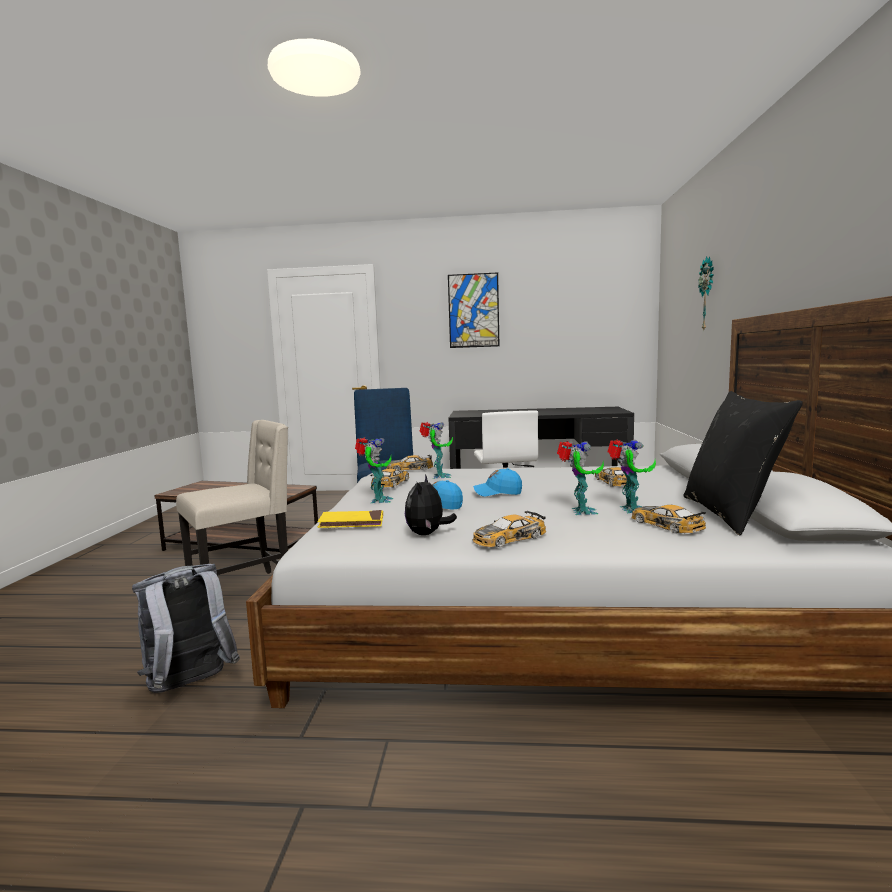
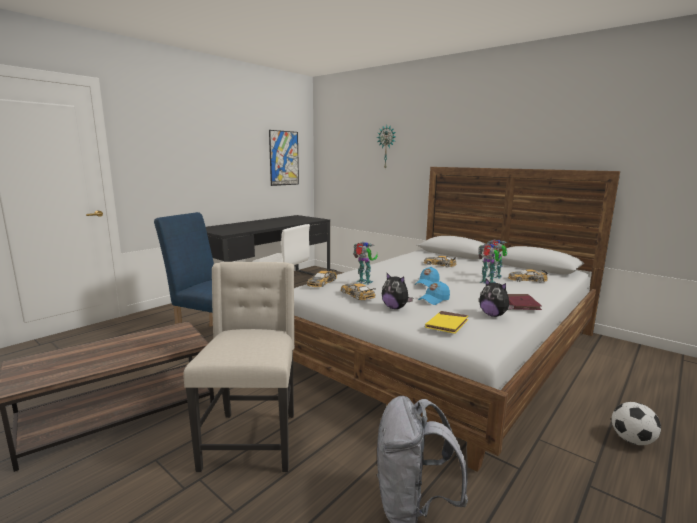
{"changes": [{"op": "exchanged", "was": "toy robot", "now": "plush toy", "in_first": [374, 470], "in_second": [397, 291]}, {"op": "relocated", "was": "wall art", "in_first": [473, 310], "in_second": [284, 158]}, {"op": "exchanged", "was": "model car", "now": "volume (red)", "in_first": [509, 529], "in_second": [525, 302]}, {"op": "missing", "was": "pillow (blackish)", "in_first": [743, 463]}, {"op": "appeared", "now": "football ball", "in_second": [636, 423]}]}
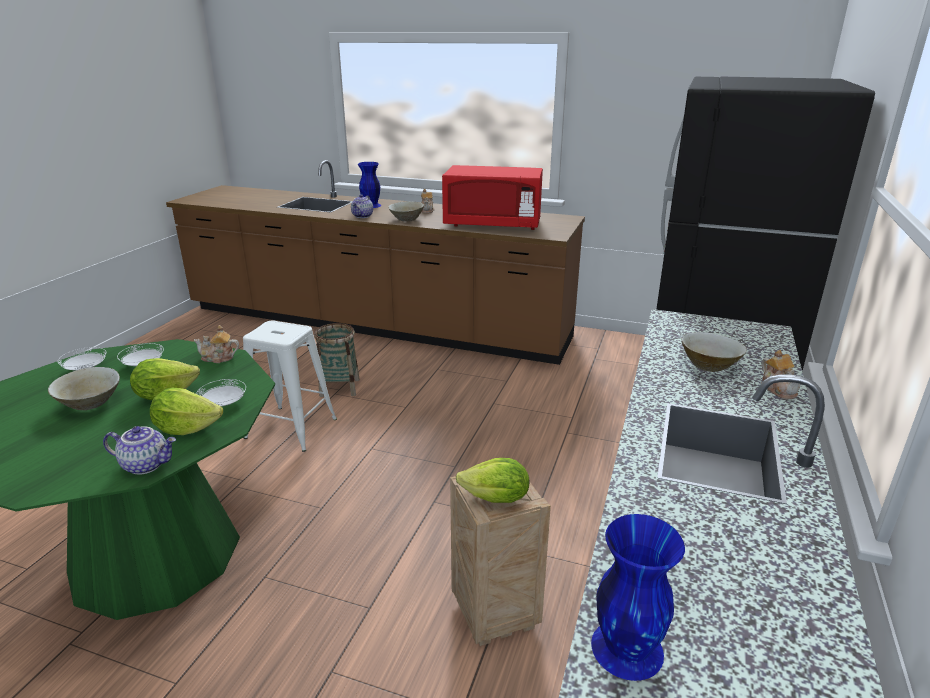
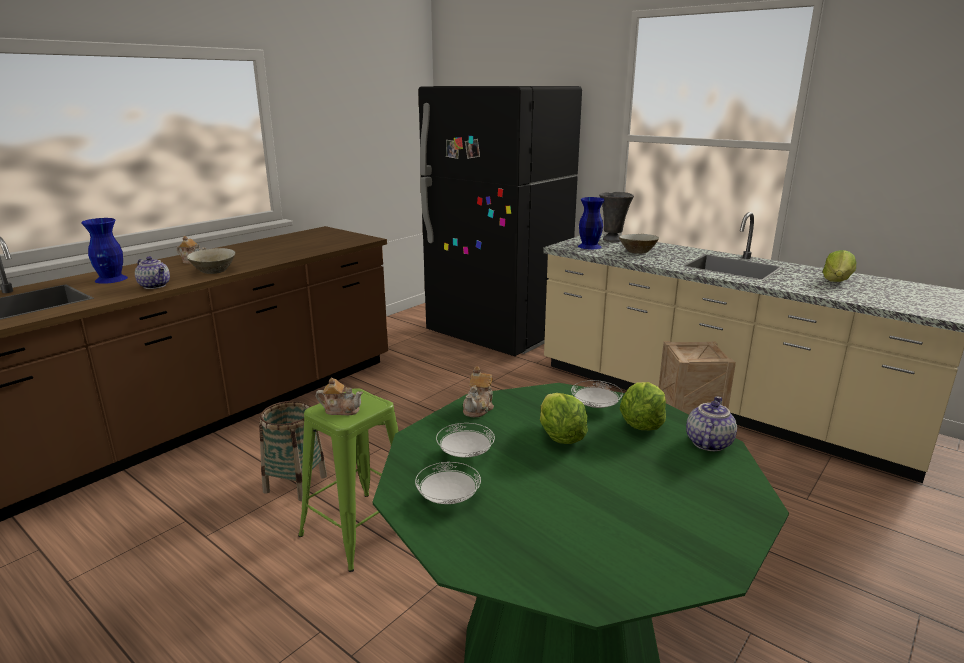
{"changes": [{"op": "missing", "was": "deep dish (beige-coloured)", "in_first": [84, 388]}, {"op": "colour", "was": "sitting stool (white)", "now": "sitting stool (green-coloured)", "in_first": [290, 386], "in_second": [348, 480]}, {"op": "missing", "was": "microwave (red)", "in_first": [492, 197]}, {"op": "relocated", "was": "lettuce", "in_first": [492, 480], "in_second": [839, 266]}, {"op": "relocated", "was": "flower vase (blue-coloured)", "in_first": [638, 597], "in_second": [591, 223]}, {"op": "relocated", "was": "tea pot", "in_first": [781, 374], "in_second": [339, 396]}, {"op": "appeared", "now": "flower vase (grey)", "in_second": [616, 217]}]}
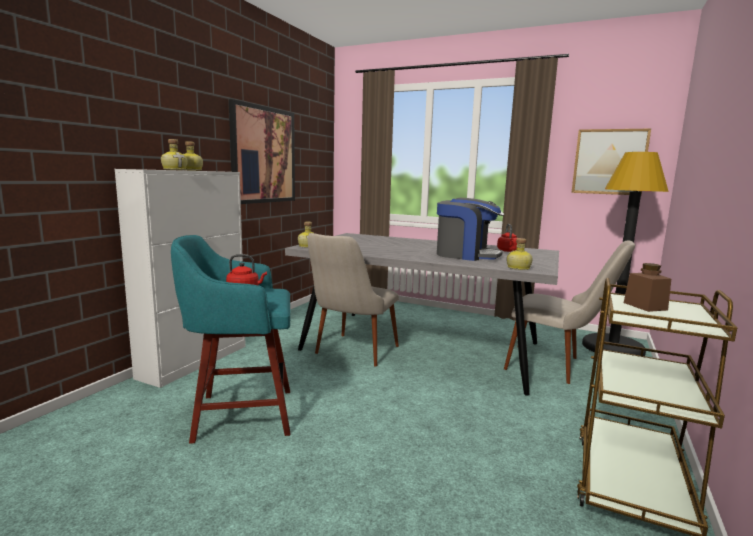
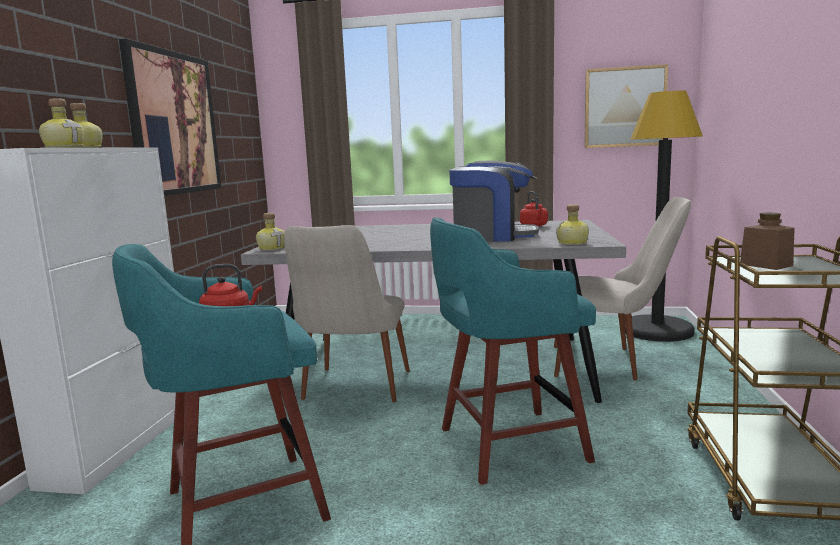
{"changes": [{"op": "appeared", "now": "sitting stool (blue-green)", "in_second": [513, 351]}]}
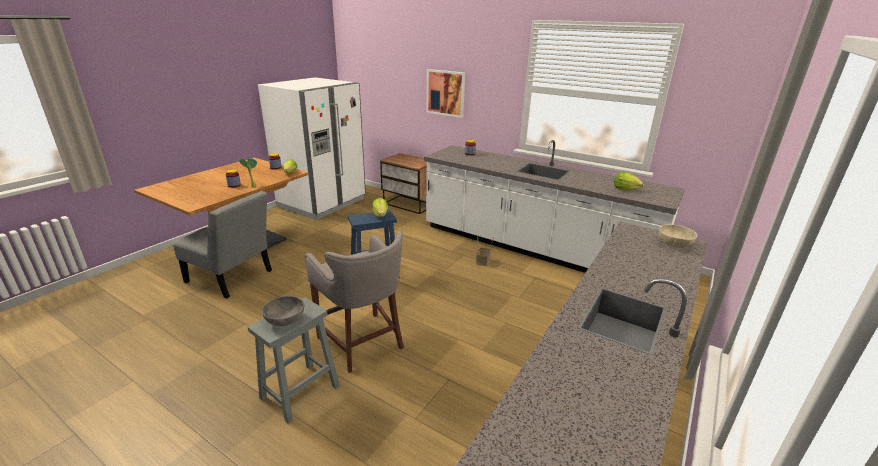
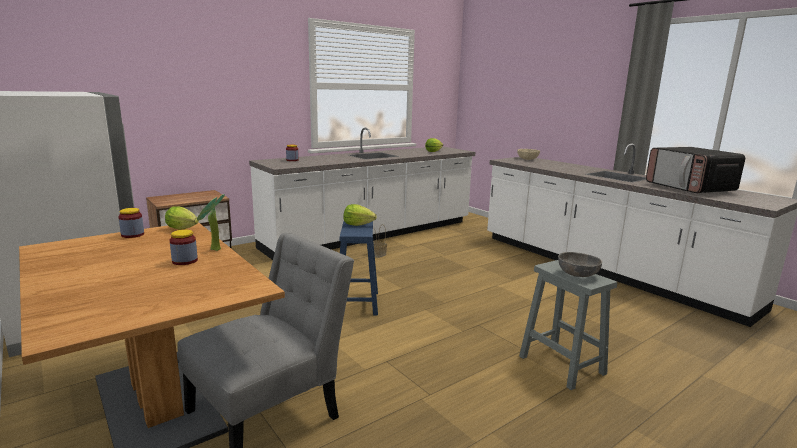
{"changes": [{"op": "missing", "was": "sitting stool (grey)", "in_first": [354, 302]}, {"op": "missing", "was": "wall art", "in_first": [445, 93]}, {"op": "appeared", "now": "microwave", "in_second": [695, 170]}]}
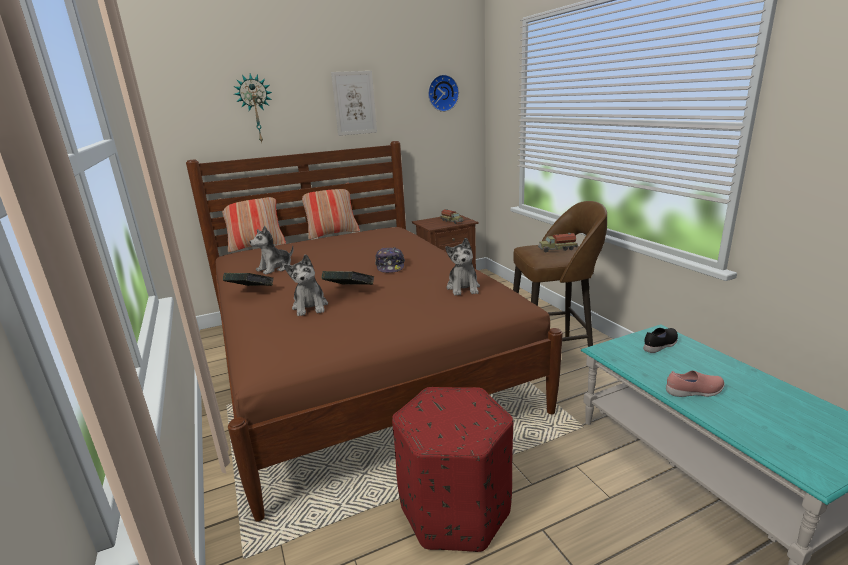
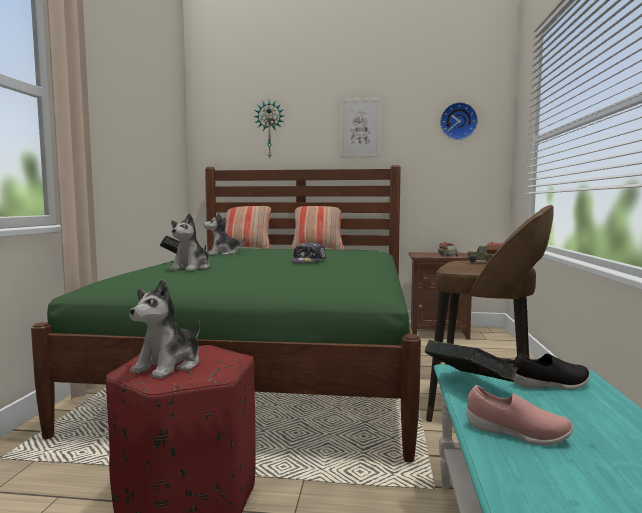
{"changes": [{"op": "colour", "was": "bedroom bed (brownish)", "now": "bedroom bed (green-coloured)", "in_first": [374, 331], "in_second": [226, 313]}, {"op": "relocated", "was": "volume", "in_first": [347, 278], "in_second": [471, 361]}, {"op": "relocated", "was": "plush toy", "in_first": [462, 267], "in_second": [164, 329]}]}
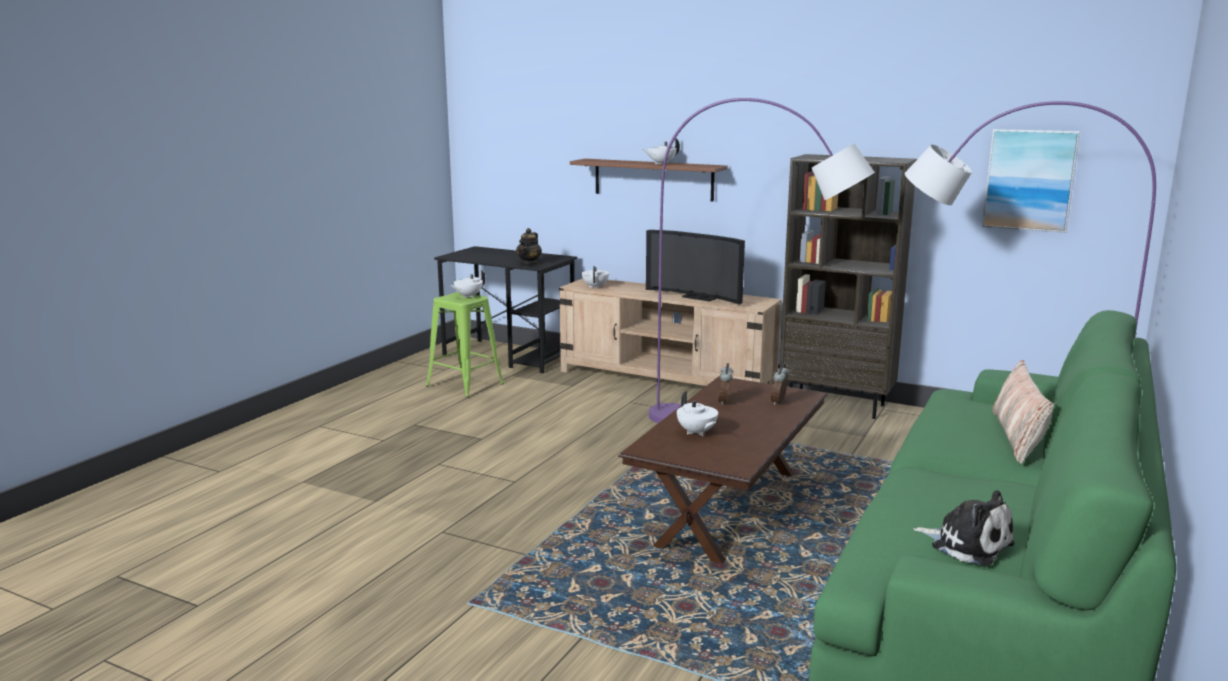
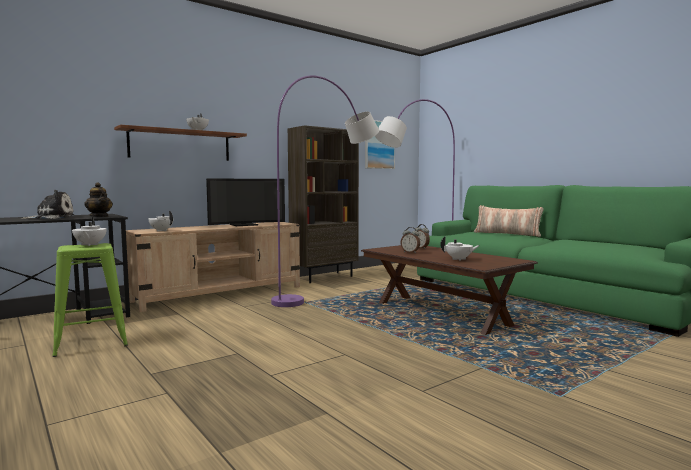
{"changes": [{"op": "relocated", "was": "plush toy", "in_first": [963, 528], "in_second": [47, 204]}]}
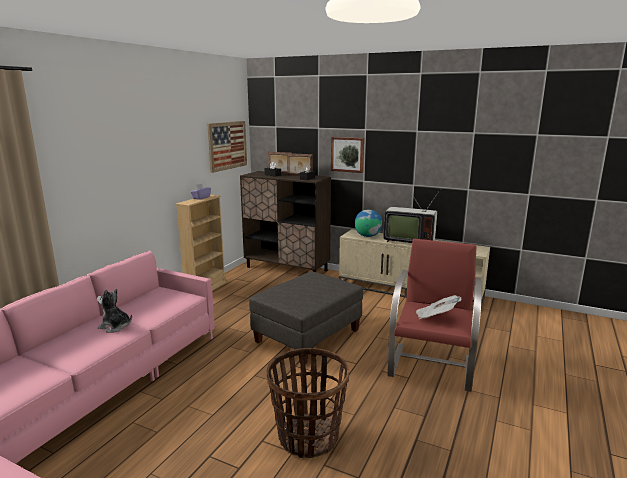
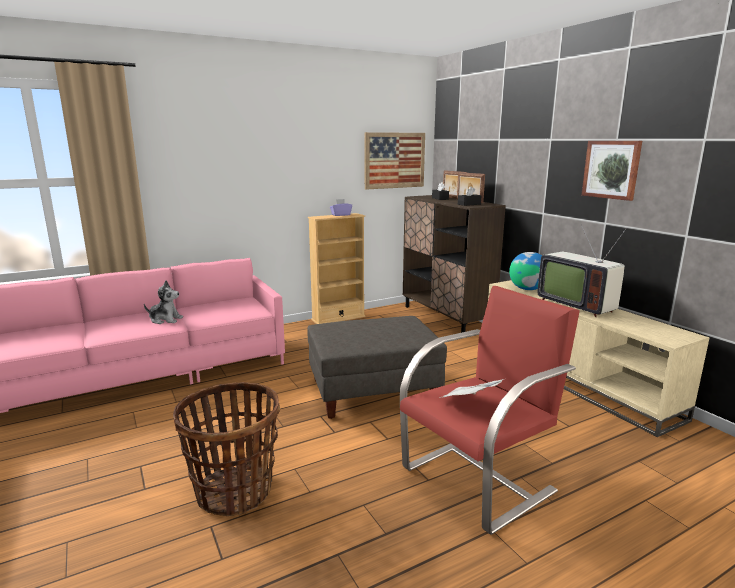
{"changes": [{"op": "spun", "was": "plush toy", "in_first": [114, 311], "in_second": [163, 302], "clockwise": 135}, {"op": "relocated", "was": "wall art", "in_first": [347, 155], "in_second": [611, 171]}]}
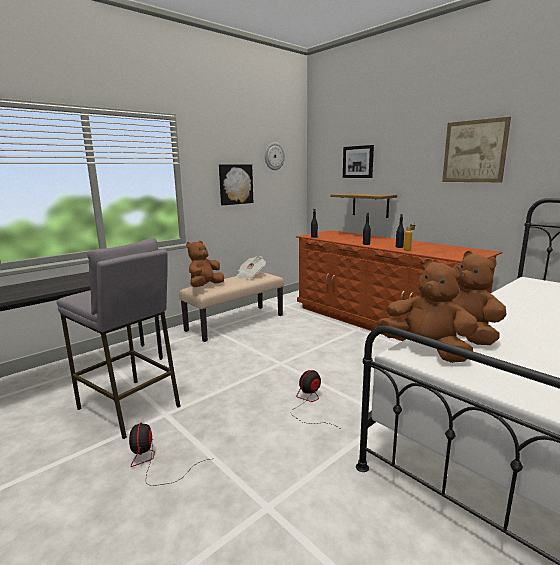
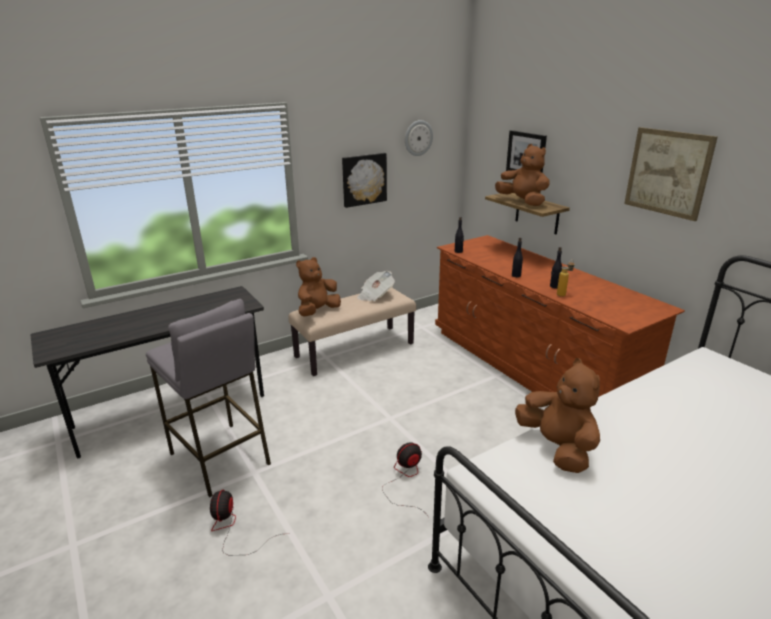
{"changes": [{"op": "relocated", "was": "plush toy (brownish)", "in_first": [428, 311], "in_second": [522, 175]}]}
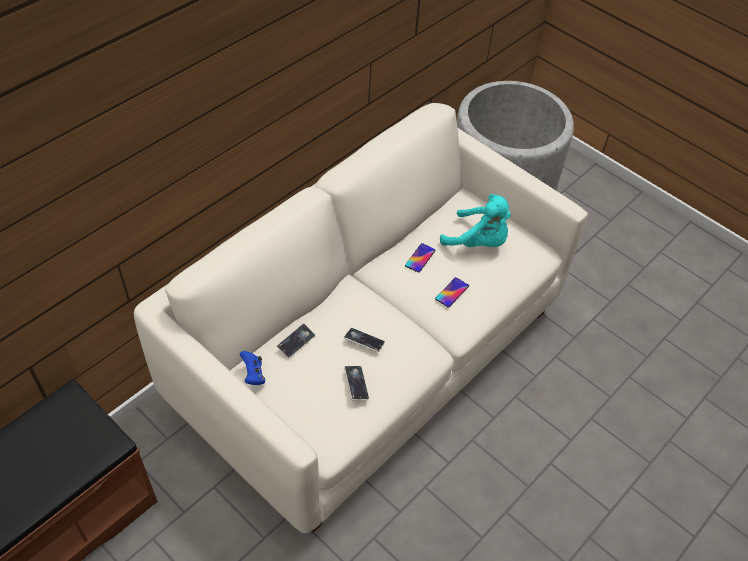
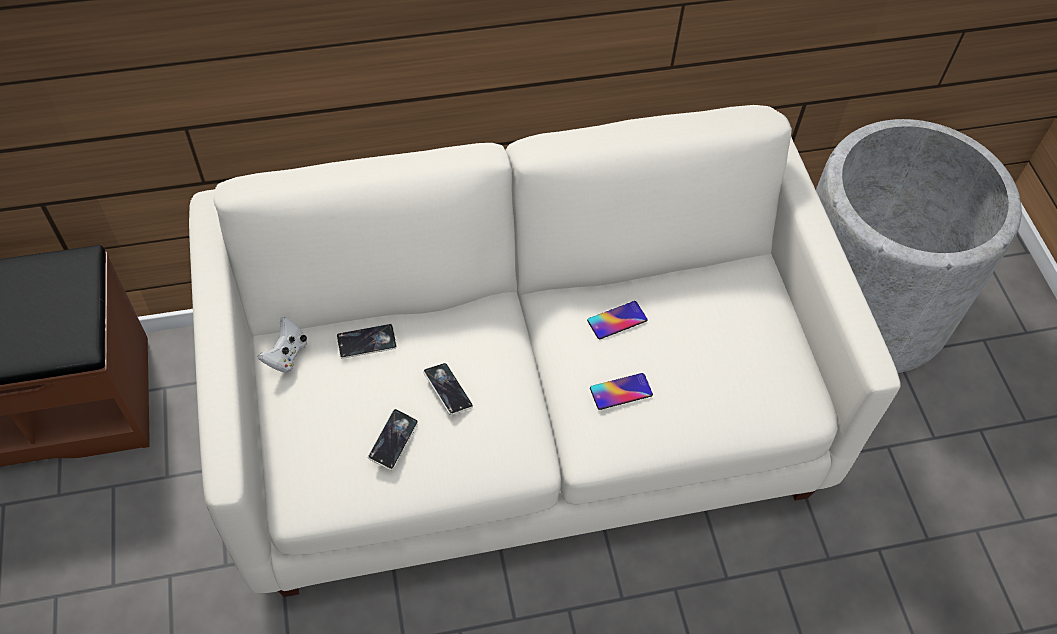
{"changes": [{"op": "colour", "was": "joypad (blue-coloured)", "now": "joypad (white)", "in_first": [252, 368], "in_second": [282, 345]}, {"op": "missing", "was": "plush toy (blue-green)", "in_first": [475, 220]}]}
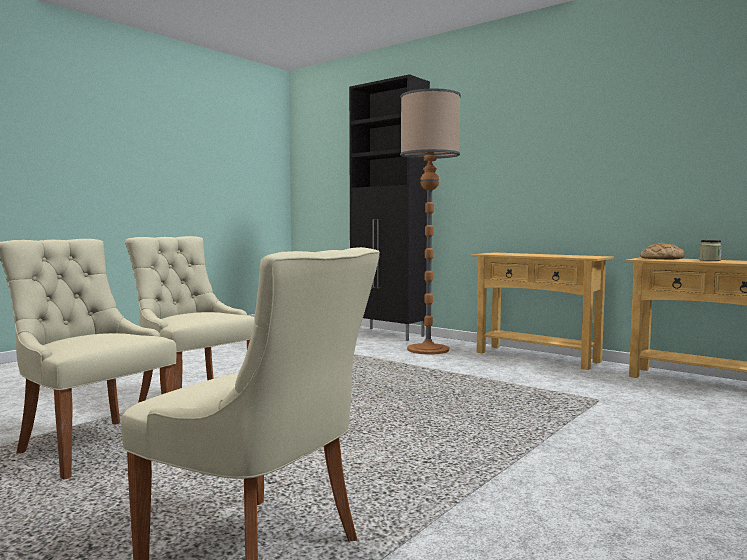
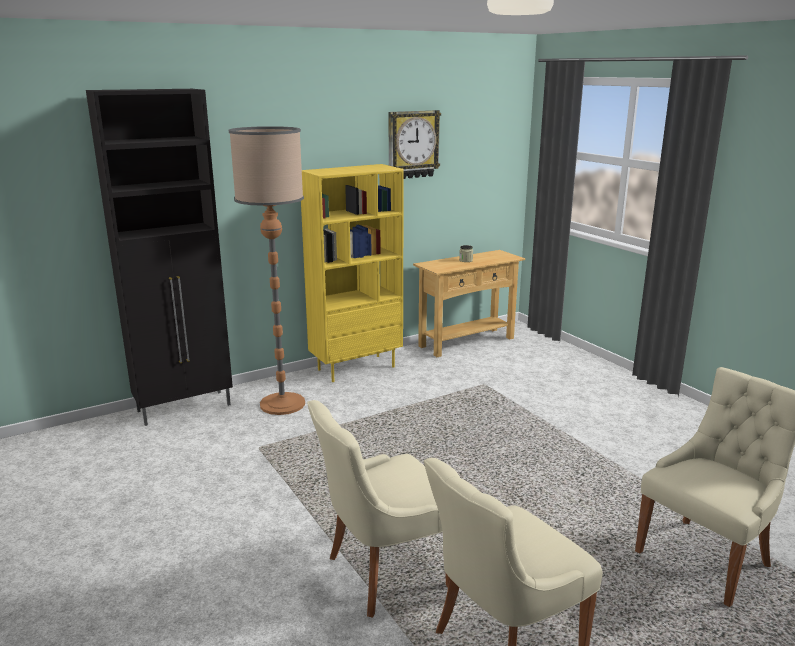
{"changes": [{"op": "exchanged", "was": "console table (beige-coloured)", "now": "bookcase (yellow)", "in_first": [542, 311], "in_second": [352, 273]}, {"op": "missing", "was": "bread", "in_first": [662, 251]}, {"op": "appeared", "now": "wall clock", "in_second": [415, 144]}]}
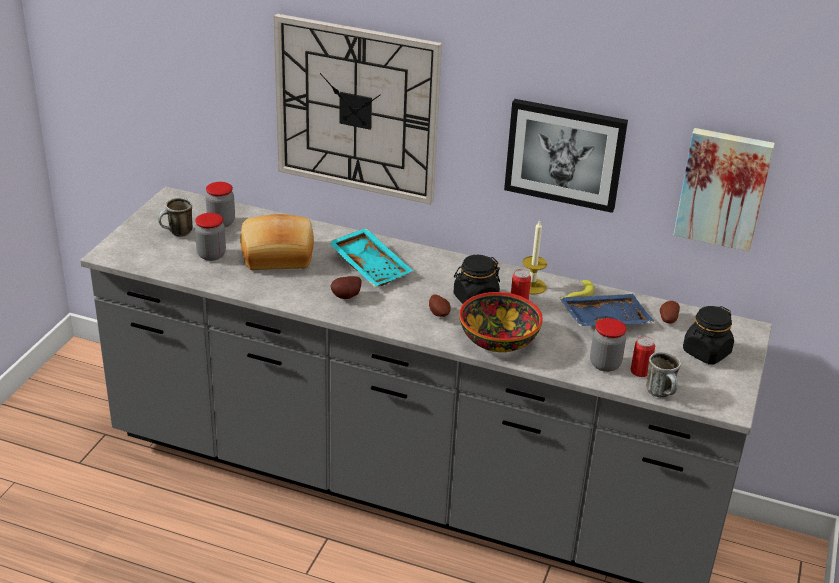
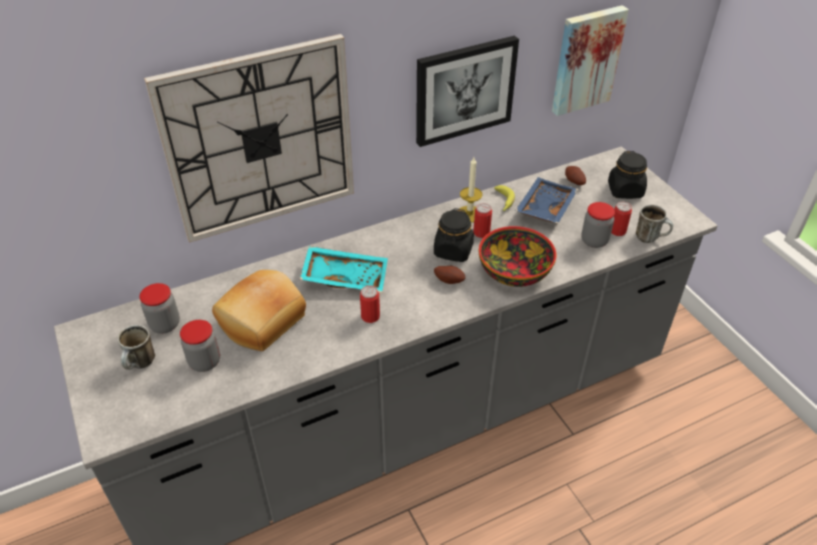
{"changes": [{"op": "exchanged", "was": "whole potato", "now": "metal can", "in_first": [346, 287], "in_second": [370, 304]}]}
